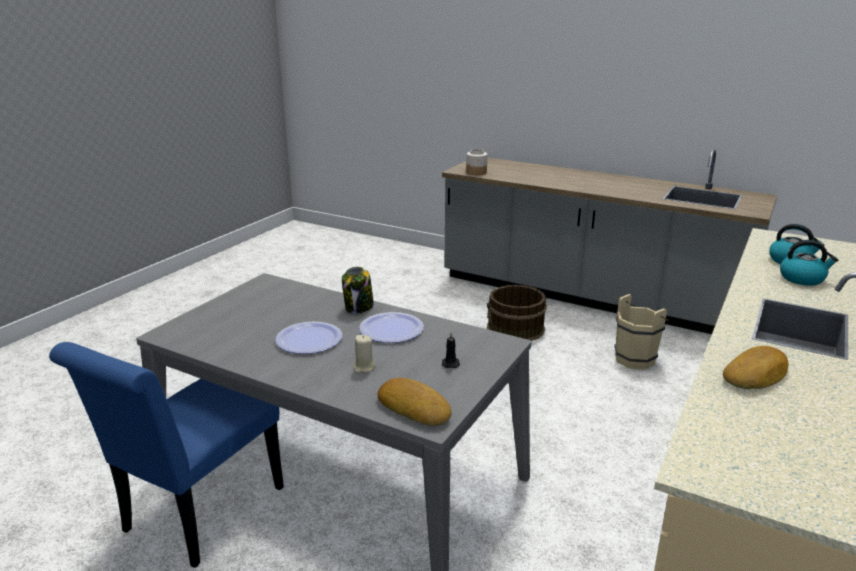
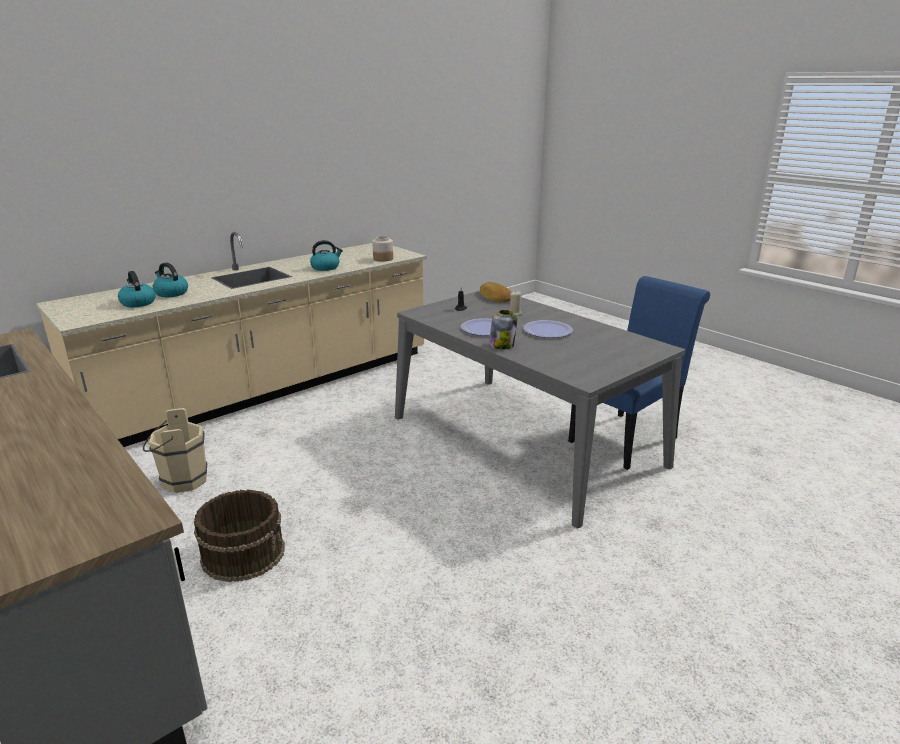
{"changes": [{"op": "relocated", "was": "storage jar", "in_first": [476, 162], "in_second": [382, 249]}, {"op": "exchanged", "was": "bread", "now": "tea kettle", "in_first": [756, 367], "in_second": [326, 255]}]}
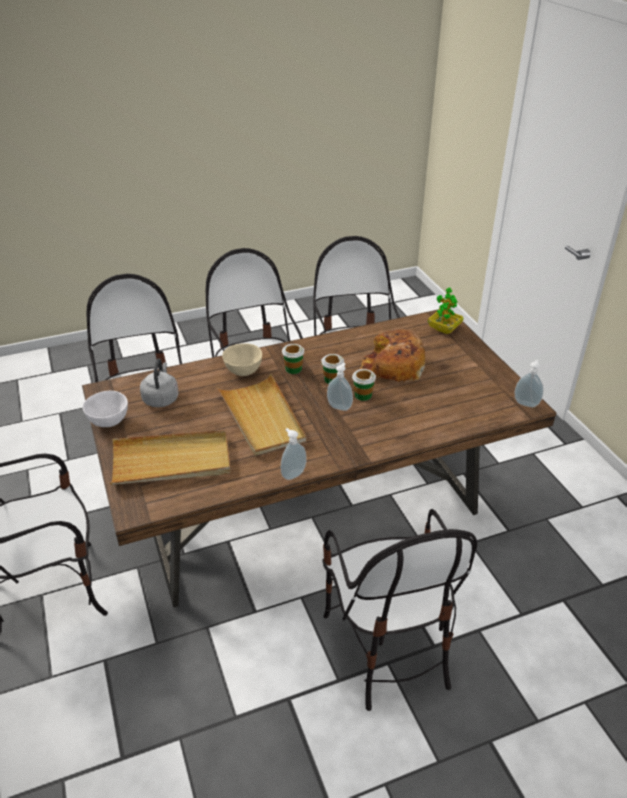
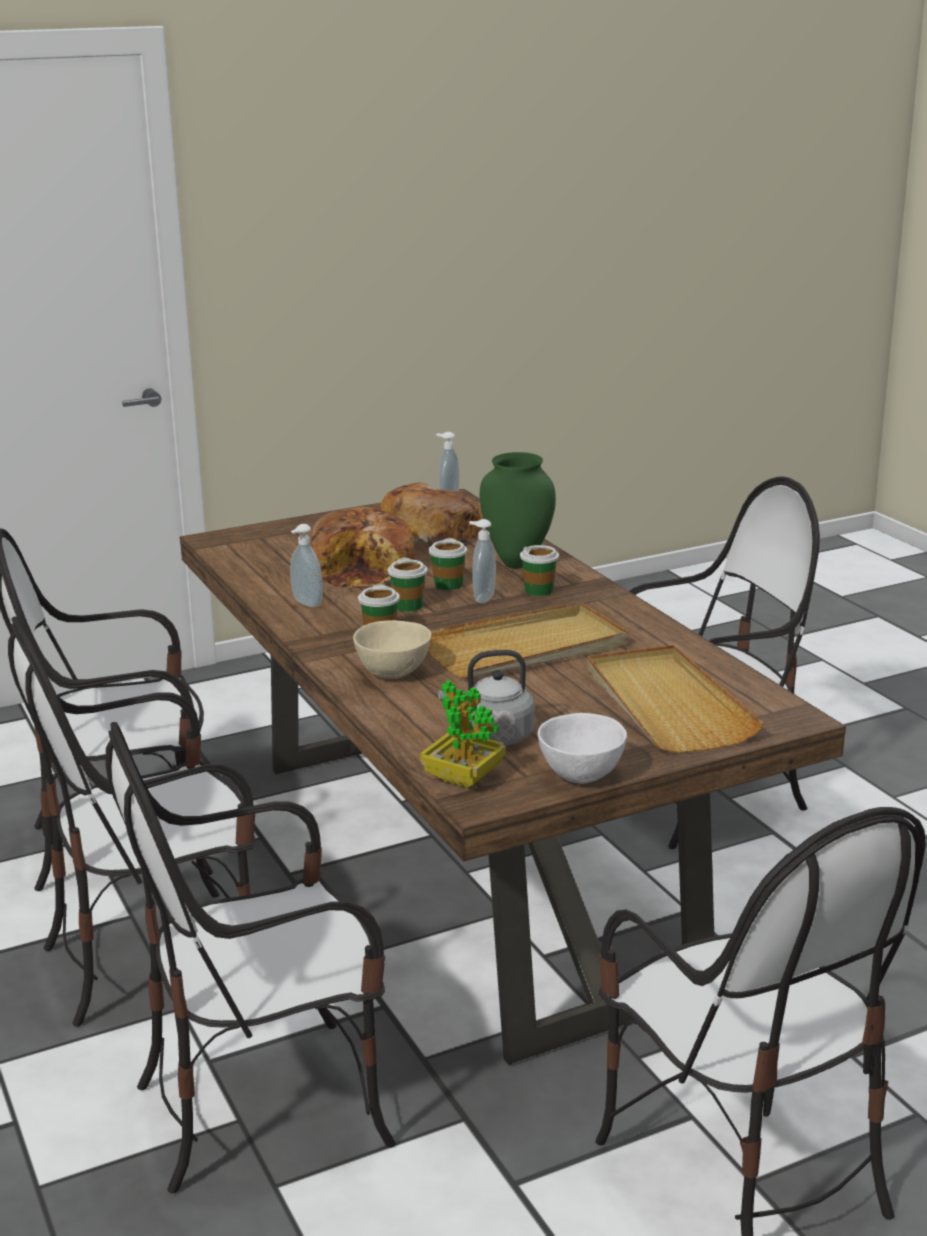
{"changes": [{"op": "relocated", "was": "soap bottle", "in_first": [294, 454], "in_second": [306, 565]}, {"op": "relocated", "was": "houseplant", "in_first": [445, 310], "in_second": [463, 734]}, {"op": "appeared", "now": "bread", "in_second": [432, 513]}, {"op": "appeared", "now": "flower vase (green-coloured)", "in_second": [518, 510]}, {"op": "appeared", "now": "drinking cup", "in_second": [539, 570]}]}
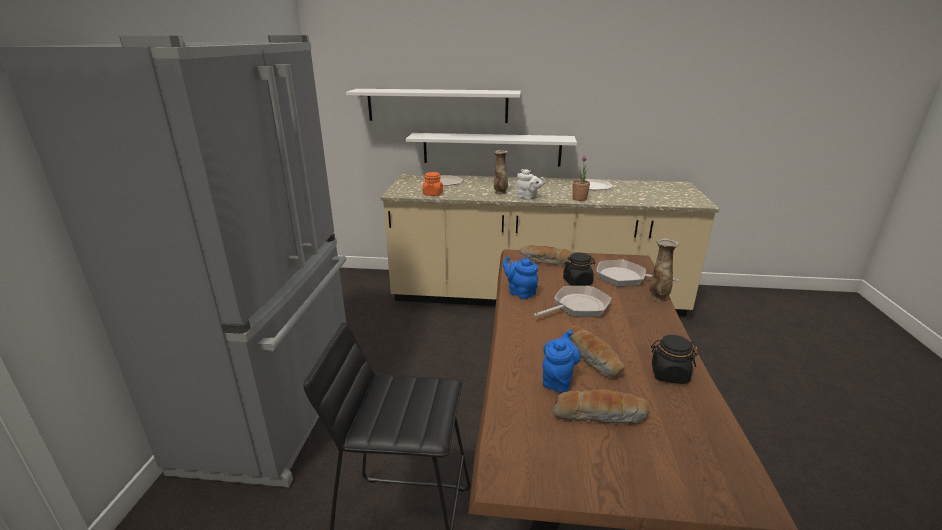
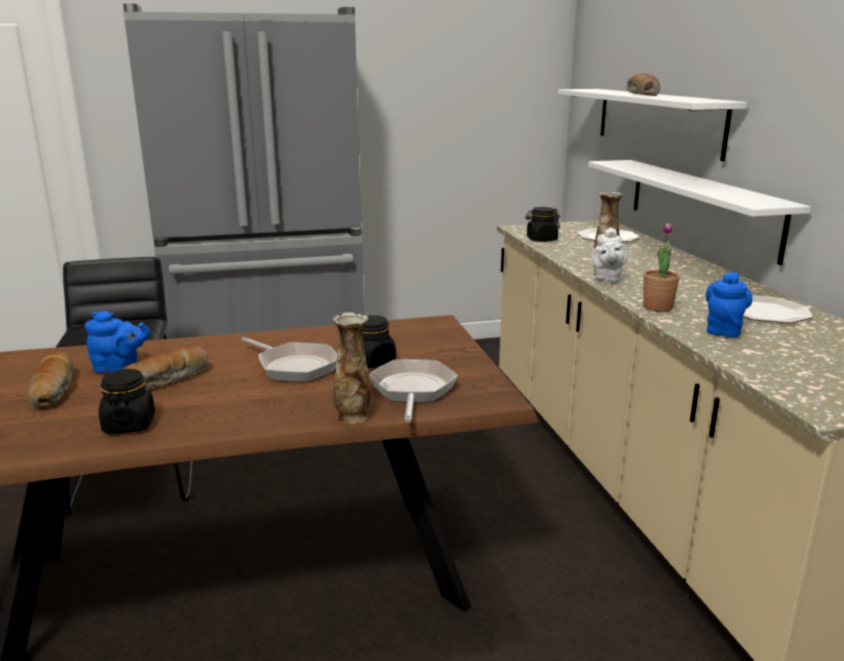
{"changes": [{"op": "colour", "was": "storage jar (orange-coloured)", "now": "storage jar (blackish)", "in_first": [433, 184], "in_second": [542, 224]}, {"op": "relocated", "was": "tea pot (blue-coloured)", "in_first": [520, 277], "in_second": [729, 304]}, {"op": "relocated", "was": "bread", "in_first": [546, 255], "in_second": [643, 84]}]}
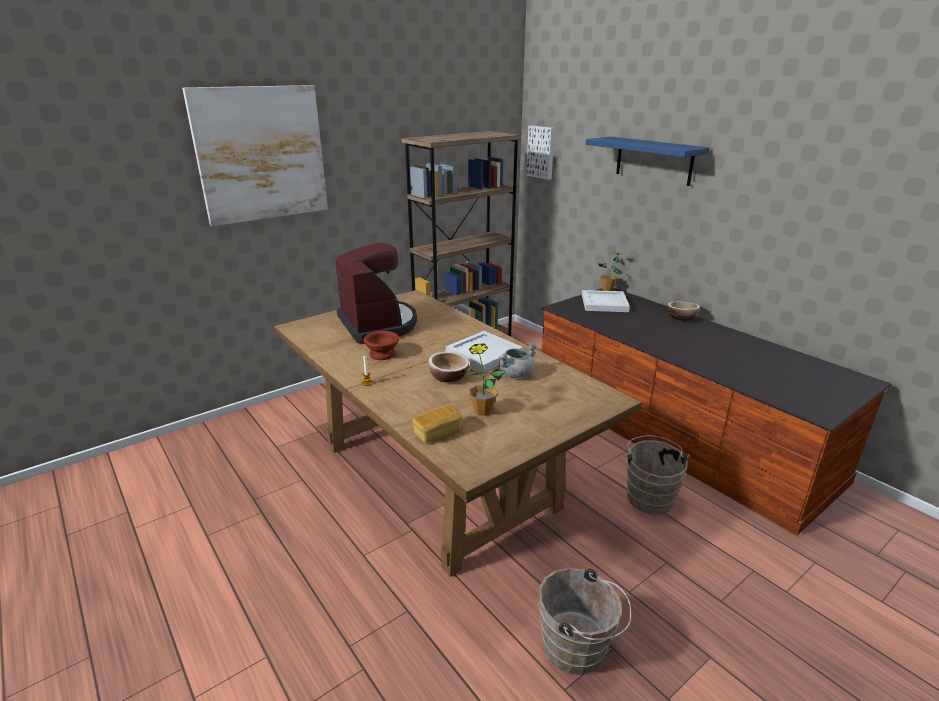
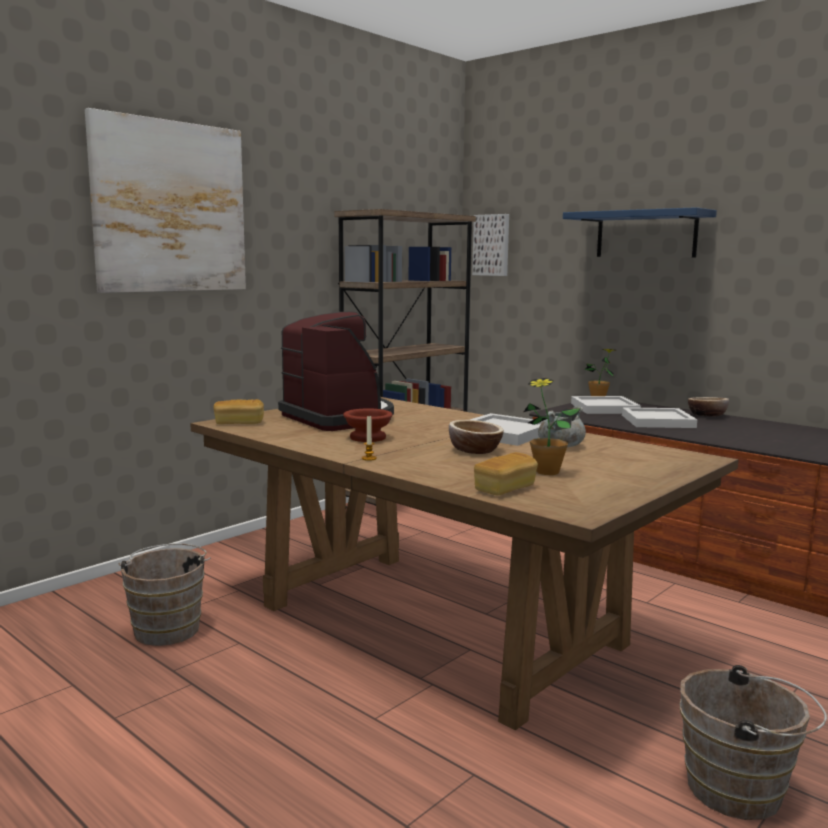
{"changes": [{"op": "relocated", "was": "pail (brownish)", "in_first": [657, 474], "in_second": [165, 594]}, {"op": "appeared", "now": "bread", "in_second": [238, 411]}, {"op": "appeared", "now": "carrying tray (white)", "in_second": [659, 417]}]}
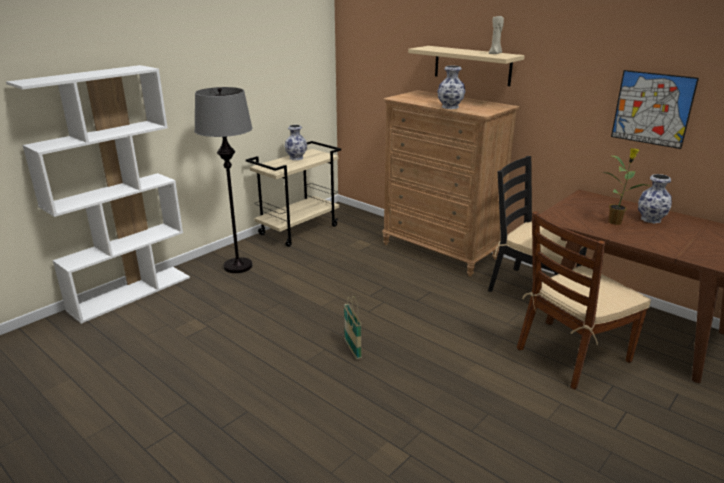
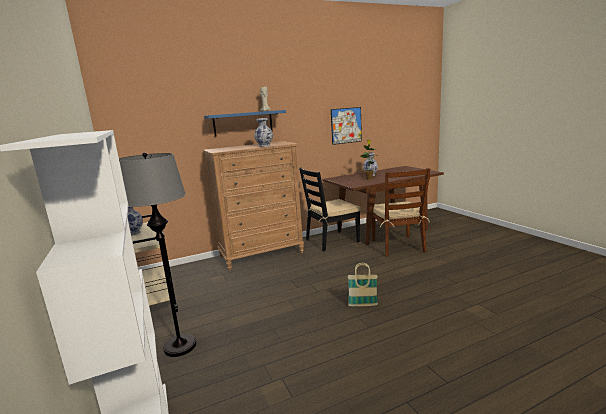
{"changes": [{"op": "colour", "was": "wall shelf (beige-coloured)", "now": "wall shelf (blue-coloured)", "in_first": [466, 66], "in_second": [245, 123]}]}
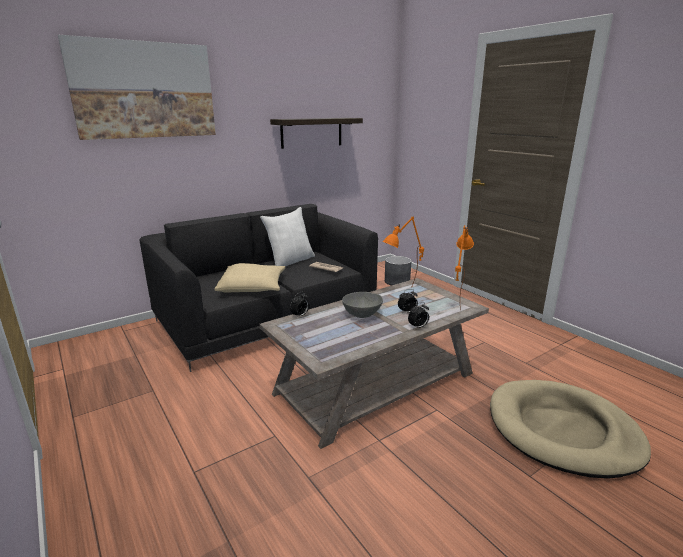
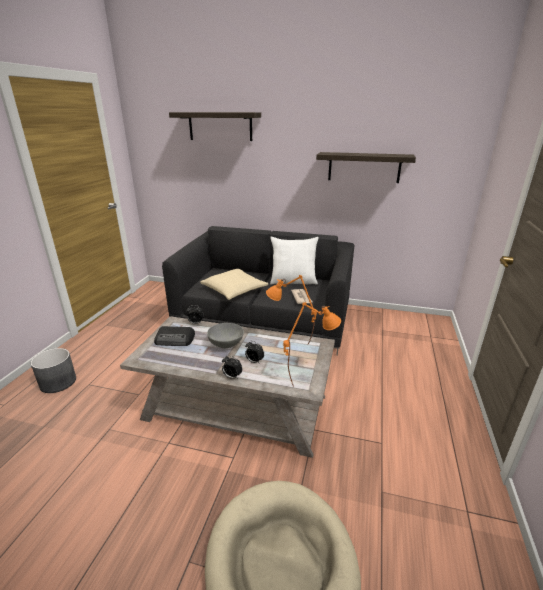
{"changes": [{"op": "exchanged", "was": "wall art", "now": "wall shelf", "in_first": [137, 87], "in_second": [215, 126]}, {"op": "relocated", "was": "plant pot (grey)", "in_first": [398, 271], "in_second": [53, 370]}, {"op": "appeared", "now": "radio set", "in_second": [174, 336]}]}
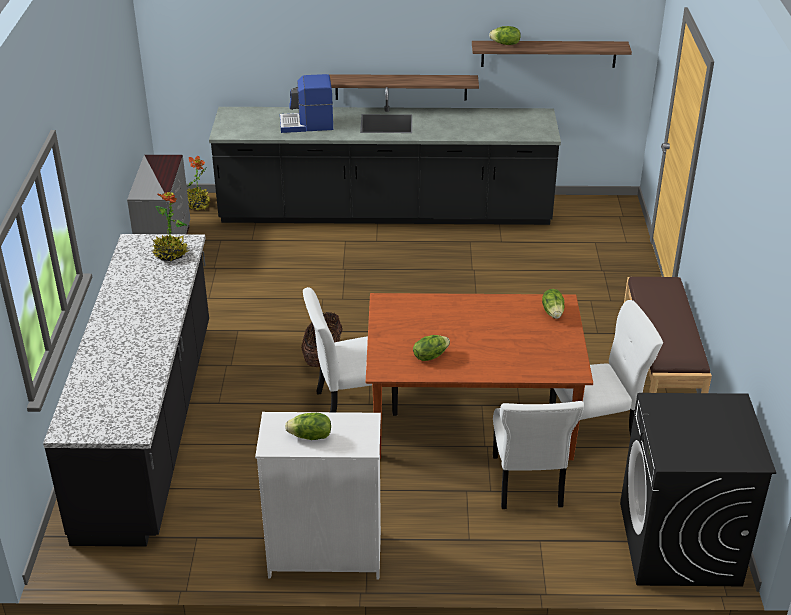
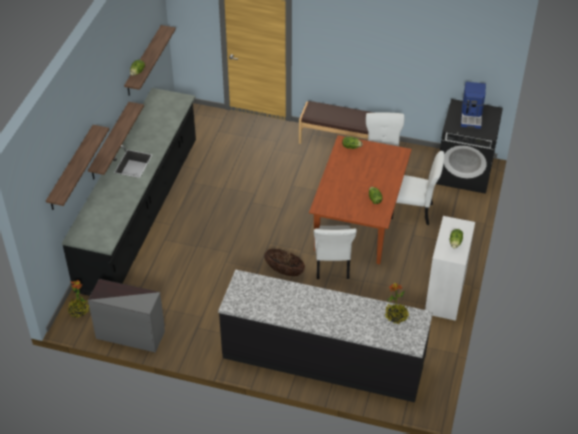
{"changes": [{"op": "relocated", "was": "houseplant", "in_first": [170, 226], "in_second": [397, 303]}, {"op": "relocated", "was": "coffee machine", "in_first": [306, 103], "in_second": [473, 105]}, {"op": "appeared", "now": "wall shelf", "in_second": [77, 167]}]}
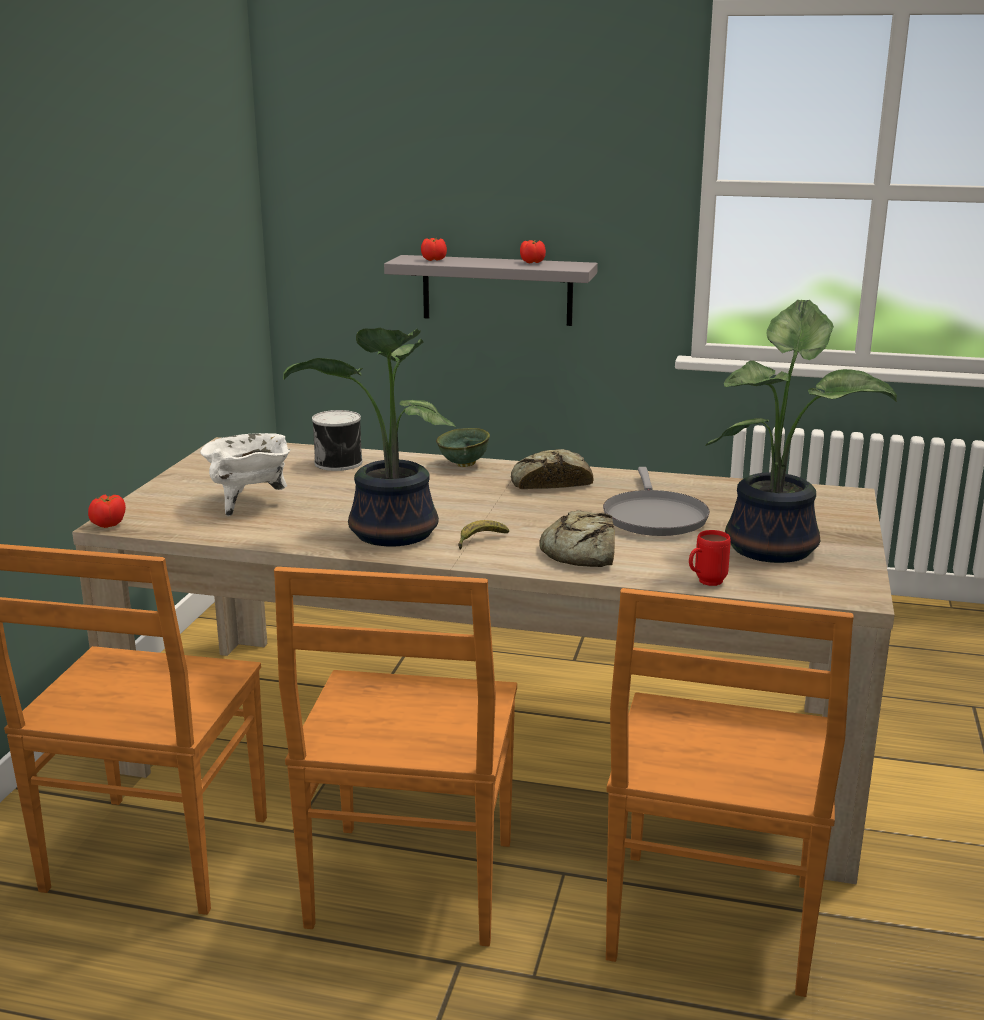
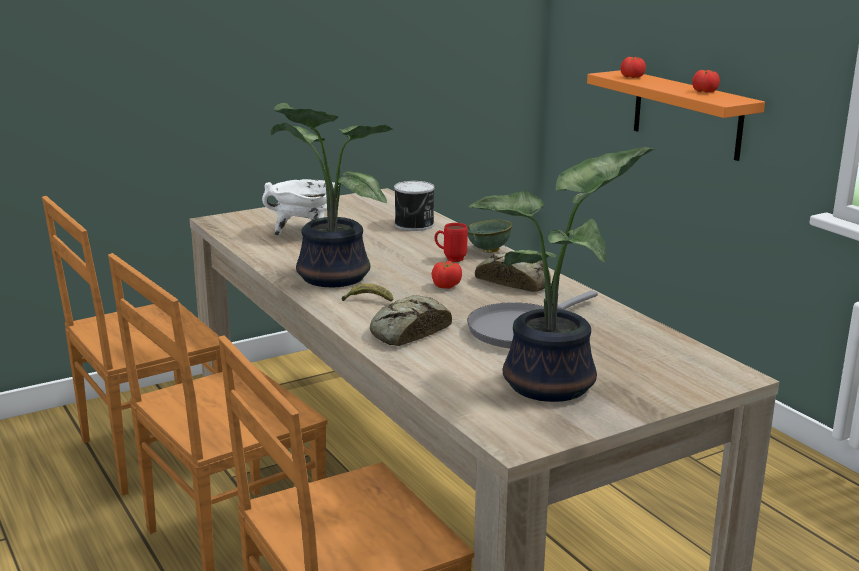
{"changes": [{"op": "relocated", "was": "tomato", "in_first": [107, 511], "in_second": [446, 275]}, {"op": "colour", "was": "wall shelf (grey)", "now": "wall shelf (orange-coloured)", "in_first": [491, 290], "in_second": [676, 115]}, {"op": "relocated", "was": "coffee mug (red)", "in_first": [710, 558], "in_second": [451, 242]}]}
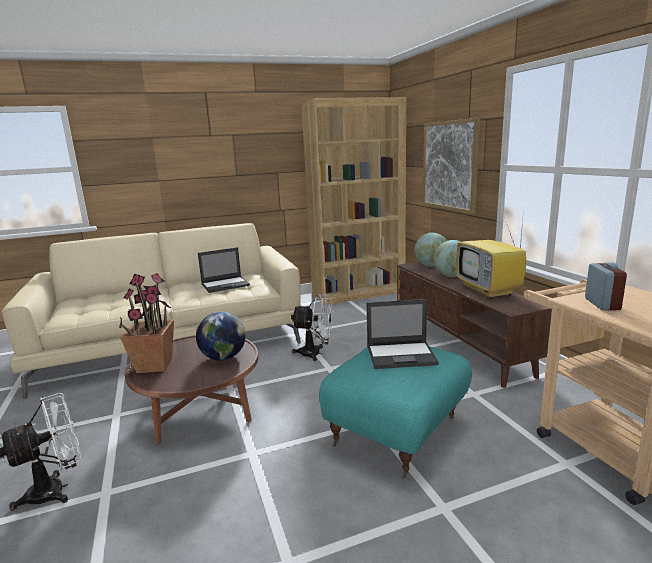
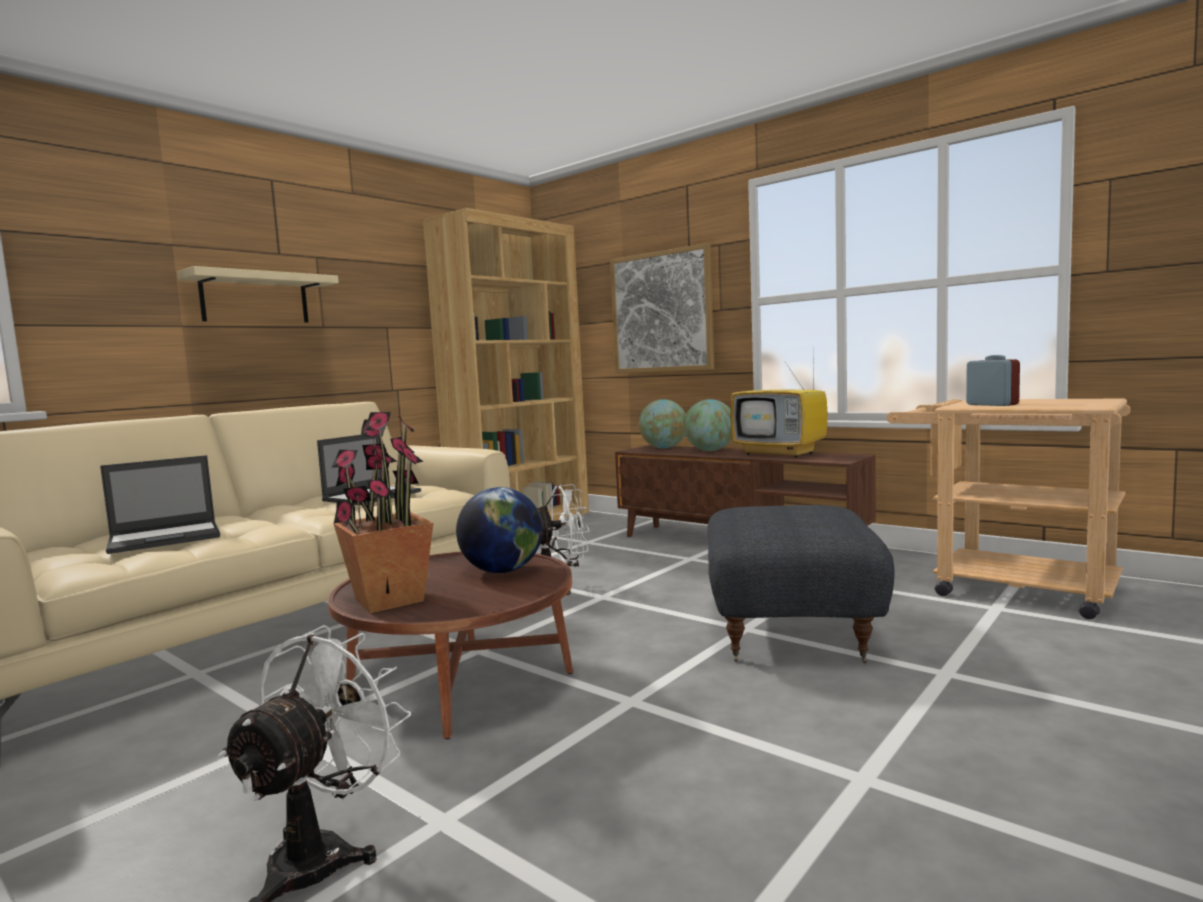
{"changes": [{"op": "colour", "was": "footrest (blue-green)", "now": "footrest (grey)", "in_first": [395, 412], "in_second": [801, 584]}, {"op": "relocated", "was": "laptop", "in_first": [403, 334], "in_second": [160, 504]}, {"op": "appeared", "now": "wall shelf (beige-coloured)", "in_second": [258, 294]}]}
